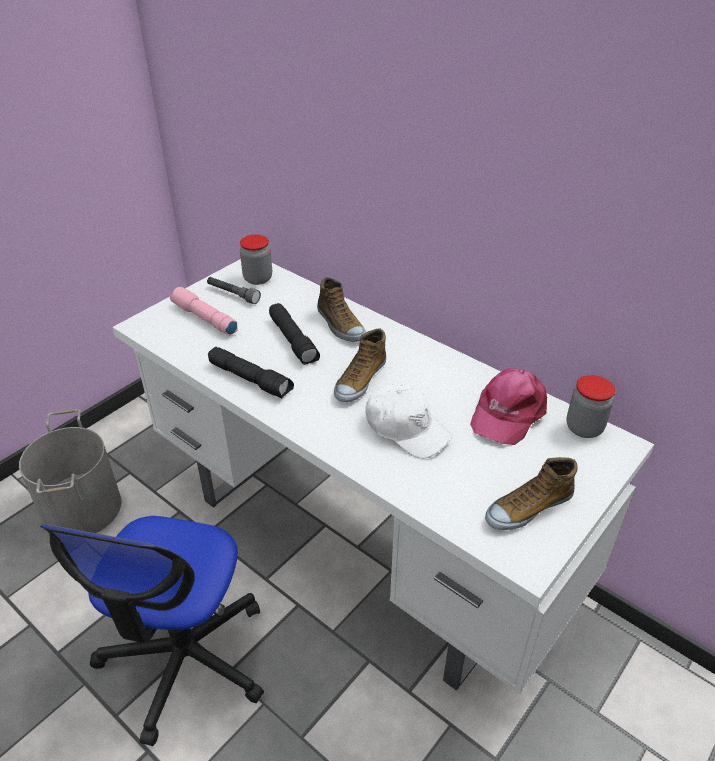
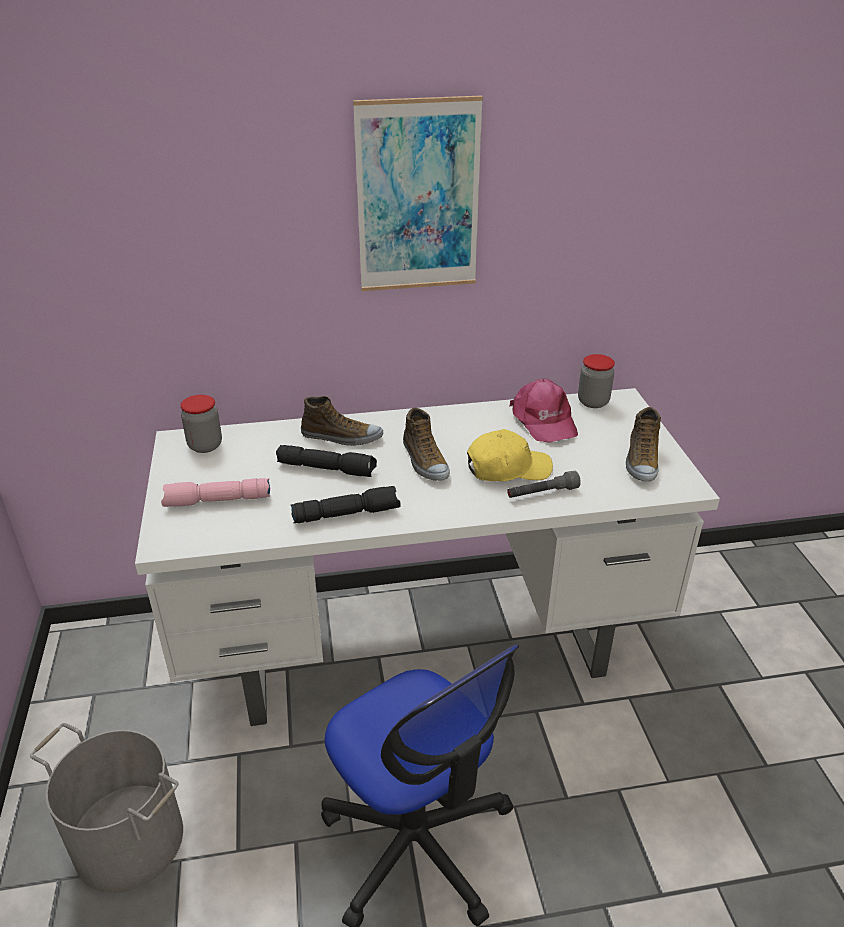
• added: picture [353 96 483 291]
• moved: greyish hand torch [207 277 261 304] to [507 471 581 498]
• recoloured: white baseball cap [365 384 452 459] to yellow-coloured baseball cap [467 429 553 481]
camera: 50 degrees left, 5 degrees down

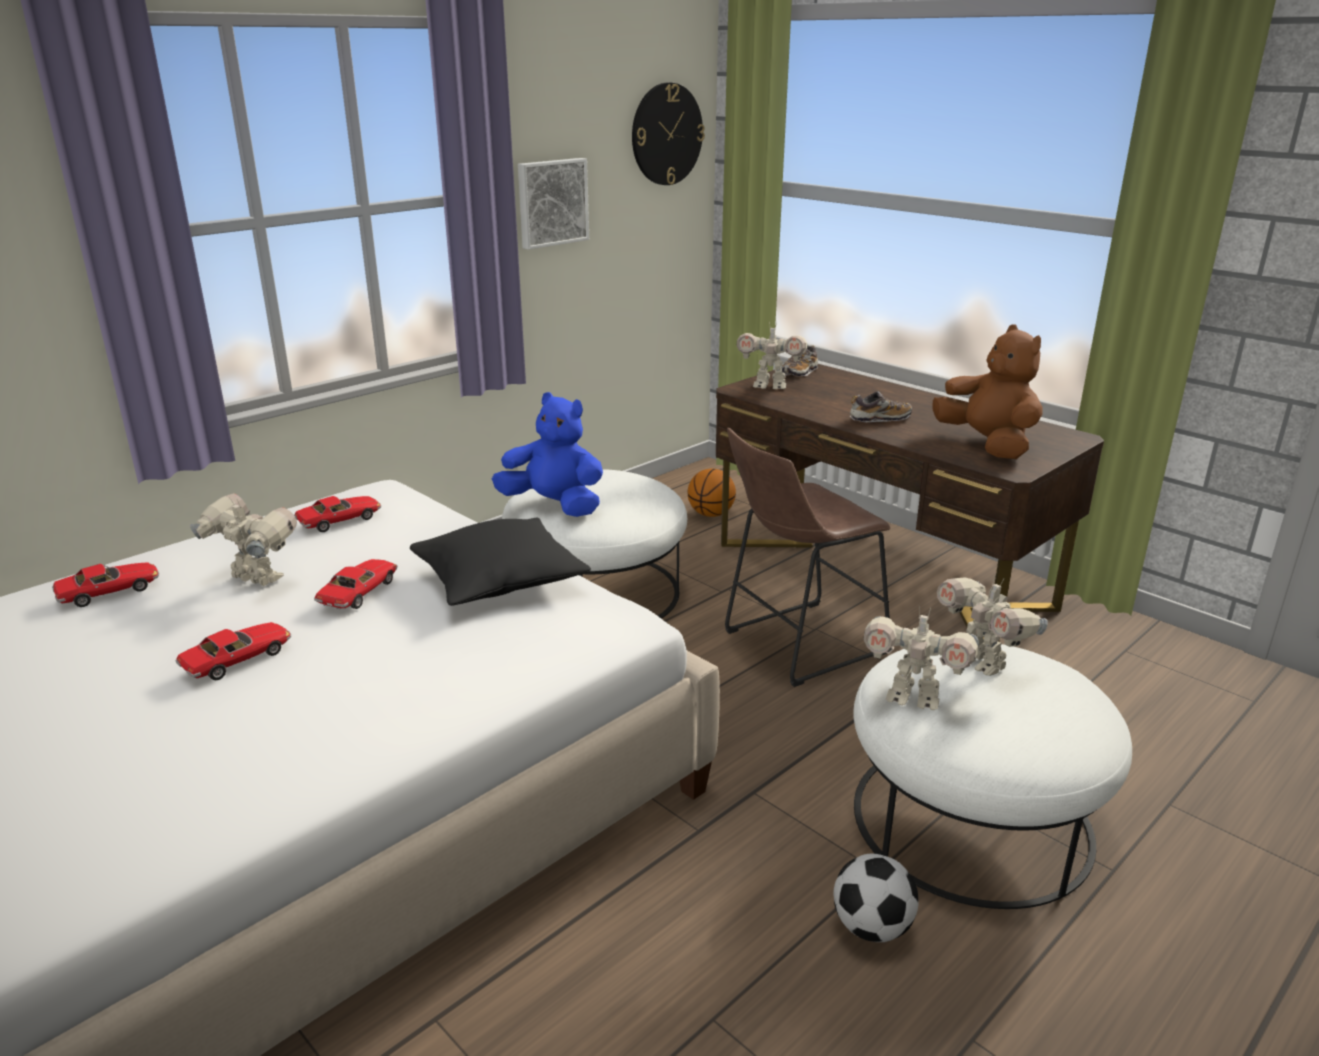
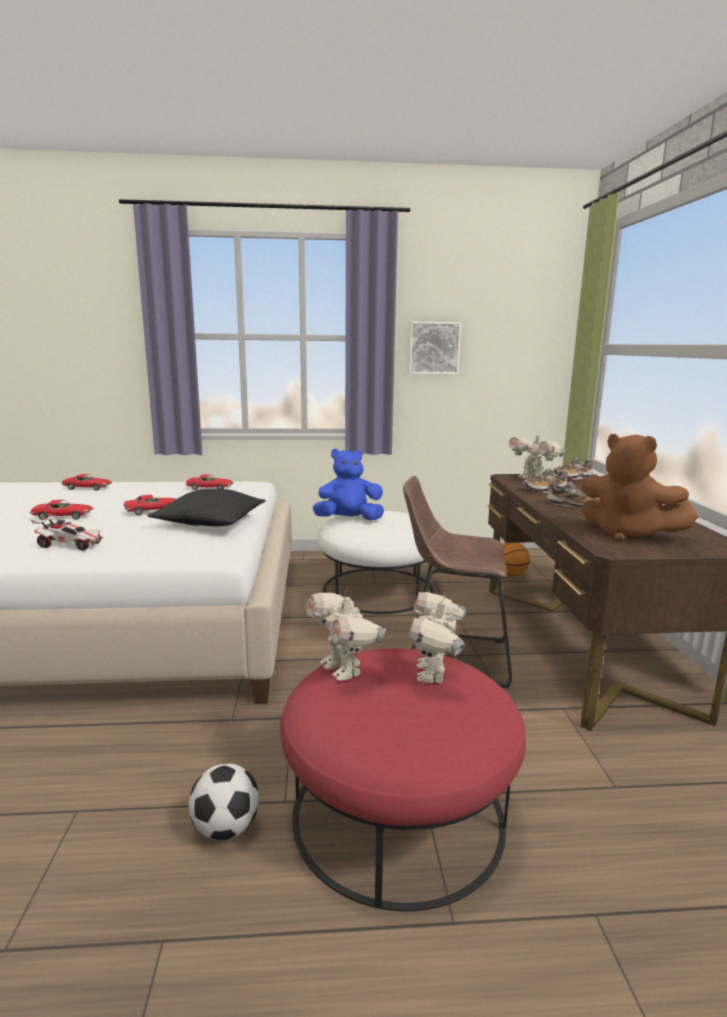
• removed: robot figure [190 493 297 586]
• removed: clock on the wall [632 82 705 185]
• added: miniature car [31 514 103 551]
• added: shoe [523 468 568 493]
• recoloured: white ottoman [853 644 1132 909] to reddish ottoman [280 648 526 912]
• turned: bluish soft toy [492 392 603 517] = [312 449 384 520] 75 degrees counterclockwise
• turned: brownish soft toy [932 325 1043 459] = [581 434 699 542] 120 degrees clockwise
camera: 40 degrees right, 10 degrees down

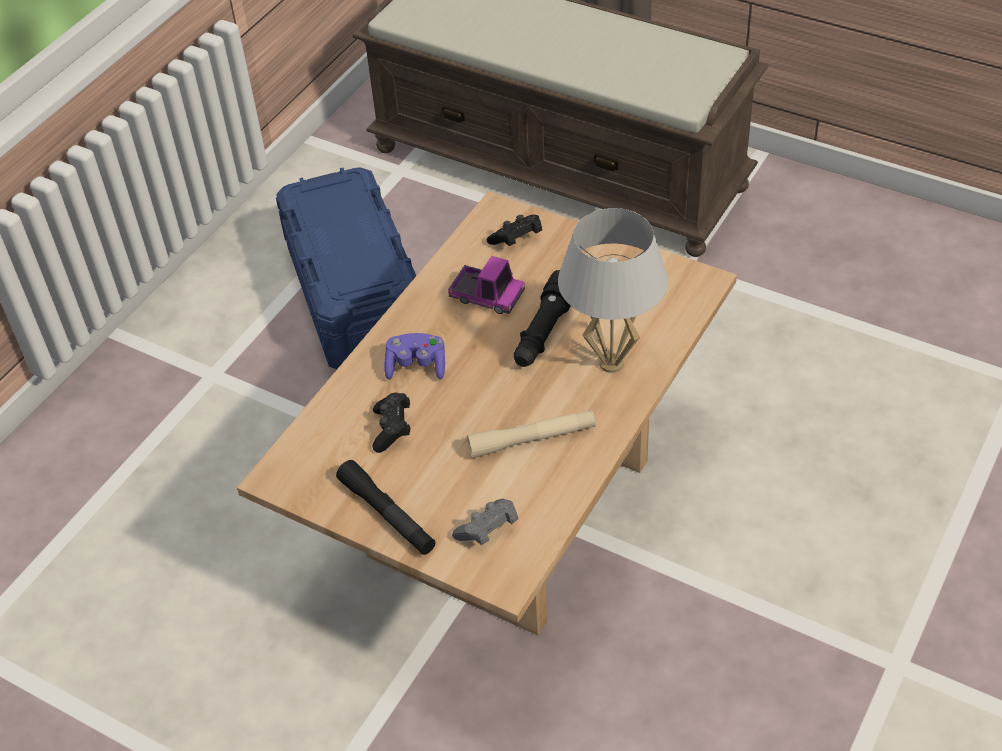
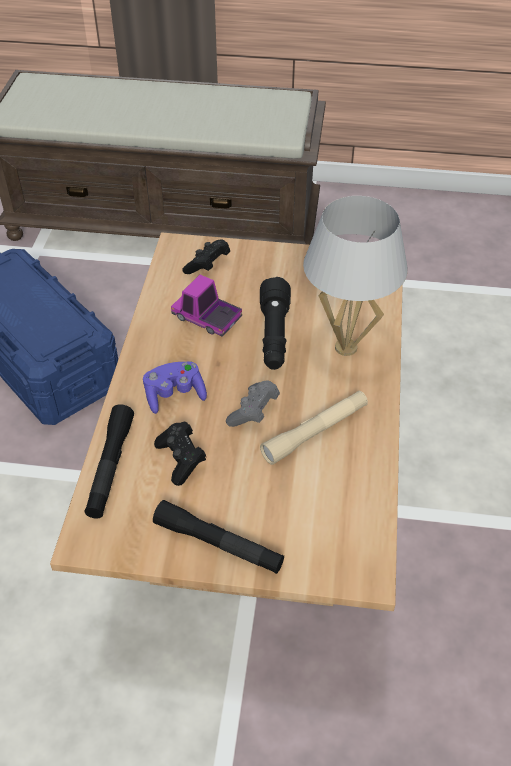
• added: black-coloured hand torch [85 404 134 519]
• moved: greyish game controller [452 499 518 545] to [226 381 280 427]
• turned: model truck [448 256 525 314] = [171 275 242 337] 150 degrees counterclockwise
camera: 25 degrees left, 0 degrees up

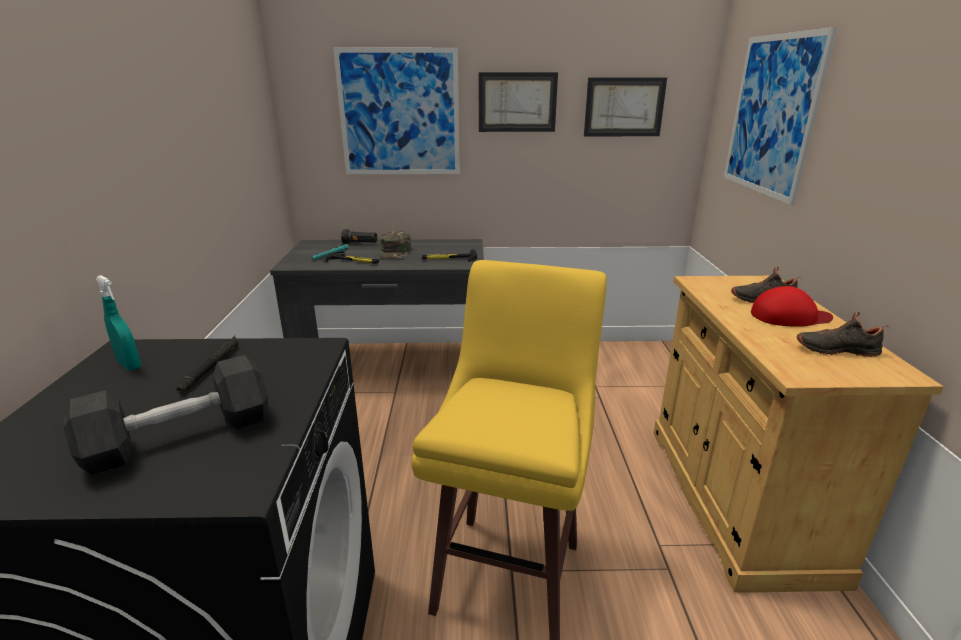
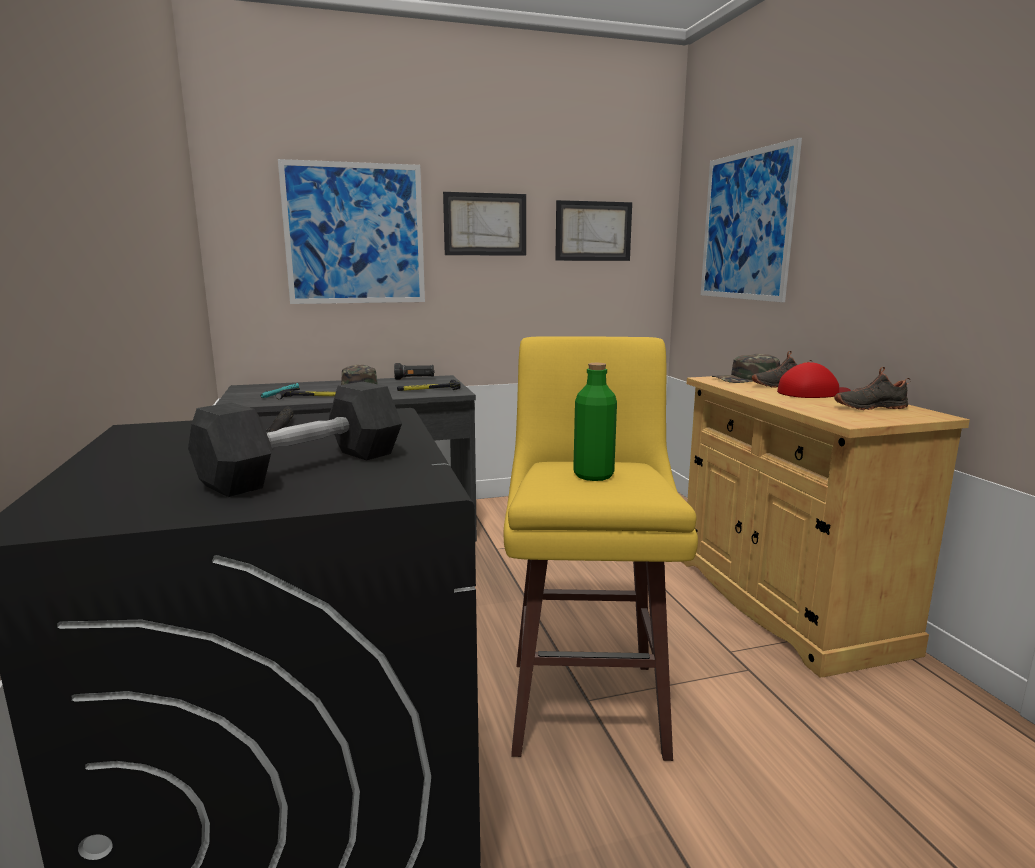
• removed: turquoise-coloured hand sprayer [96 275 141 371]
• added: greenish drink bottle [573 363 617 481]
• added: greenish baseball cap [712 354 780 383]
• moved: black-coloured hand torch [341 229 377 244] to [394 363 434 380]
camera: 15 degrees left, 10 degrees down

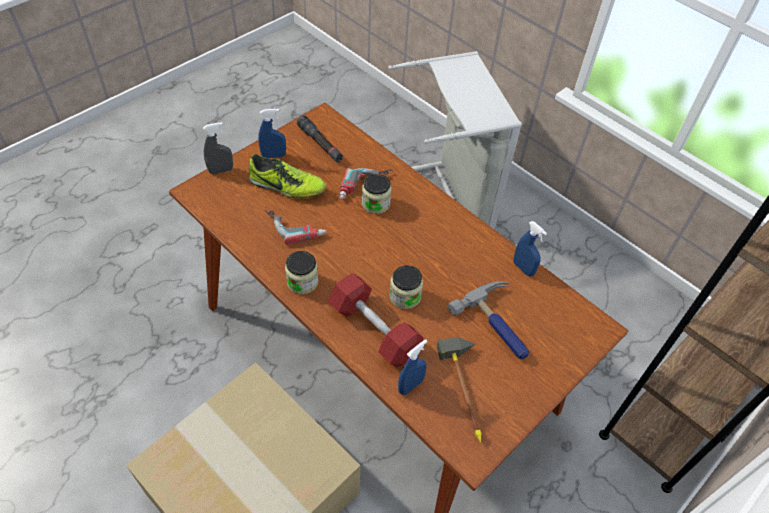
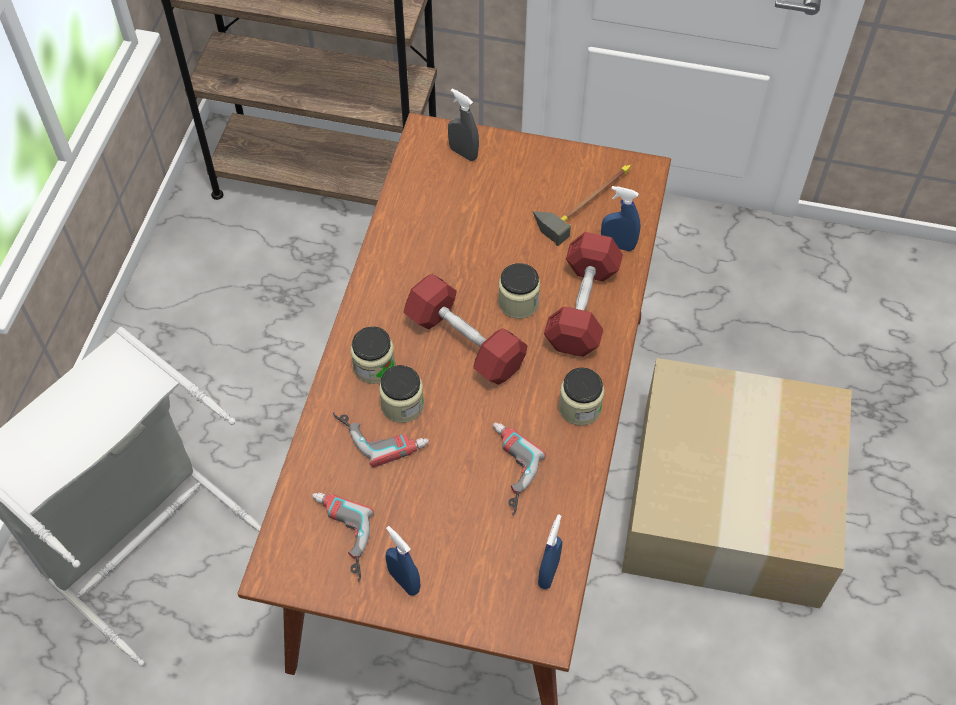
• removed: shoe [249 154 326 199]
• removed: hand hammer [448 281 529 359]
• added: jar [351 326 395 384]
• added: reddish free weight [403 274 528 385]
• moved: greyish hand sprayer [203 122 233 174] to [448 89 479 161]
• moved: bluish hand sprayer [514 221 547 276] to [538 515 562 589]
• replaced: black-coloured hand torch [297 115 343 162] to power drill [312 492 374 582]
camera: 120 degrees left, 5 degrees up

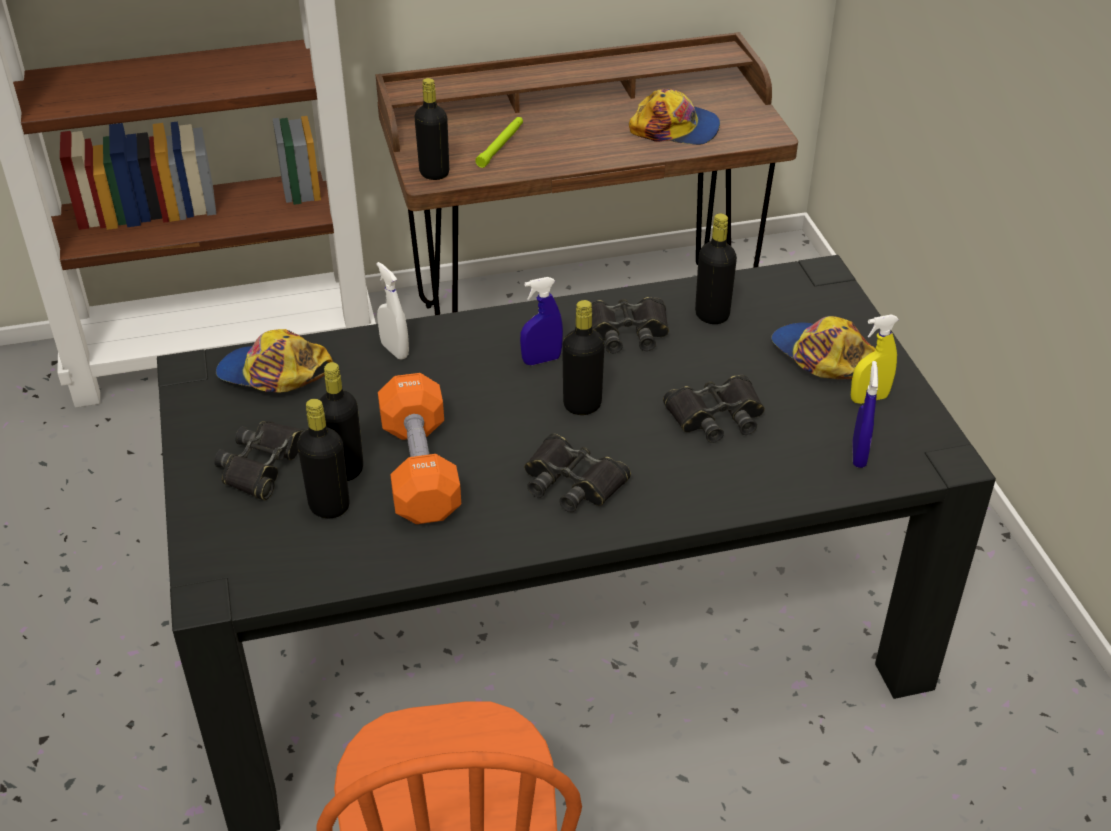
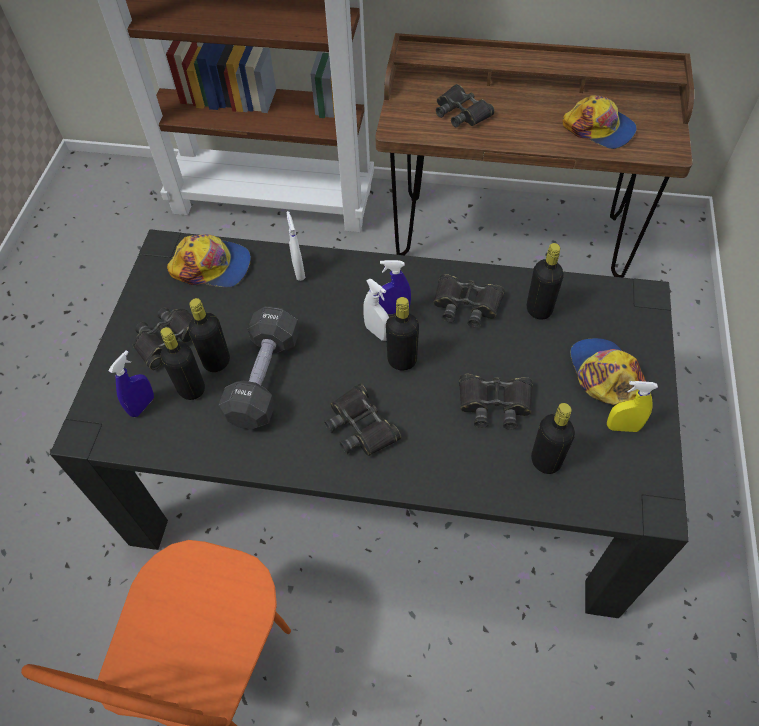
• added: white hand sprayer [363 279 389 341]
• moved: black-coloured drink bottle [414 78 449 180] to [531 403 575 474]
• moved: bluish hand sprayer [852 361 878 468] to [109 350 154 417]
• replaced: greenish hand torch [475 117 523 168] to black-coloured pair of binoculars [436 84 495 127]
• recoloured: orange-coloured free weight [378 373 461 524] to black-coloured free weight [219 306 300 430]
• turned: baseball cap [216 329 333 392] = [167 234 251 287] 150 degrees clockwise
camera: 25 degrees right, 15 degrees up

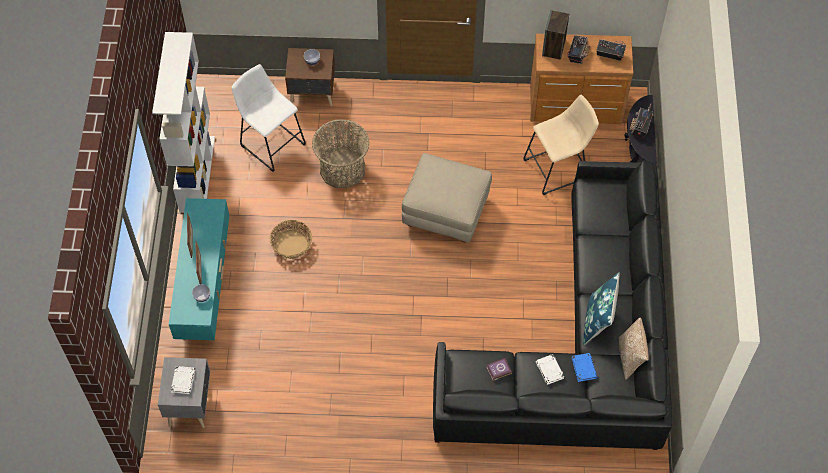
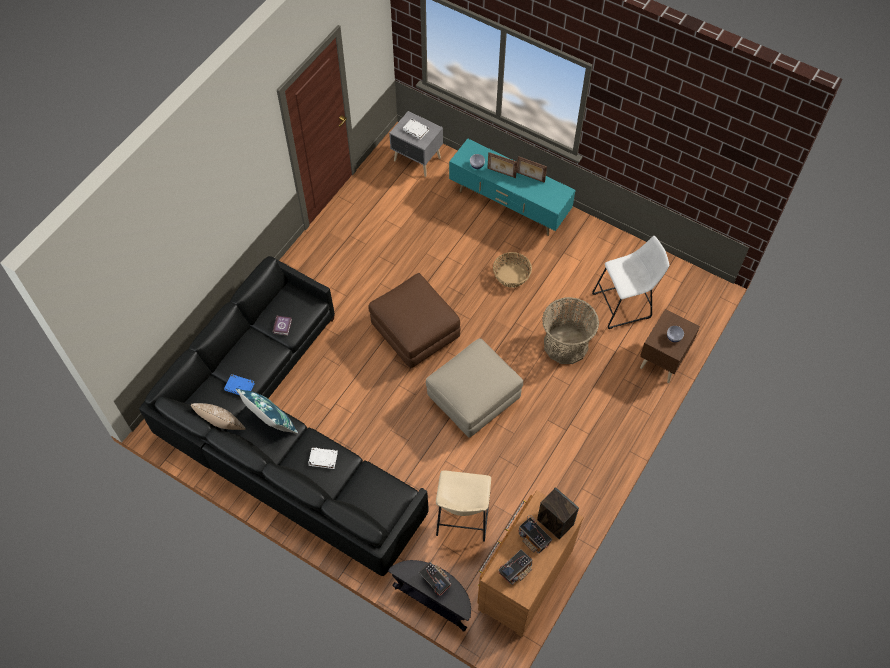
• removed: white shelving unit [152 32 215 213]
• added: brownish ottoman [368 273 461 368]
• moved: white book [535 354 564 385] to [308 447 338 469]
camera: 120 degrees right, 0 degrees up

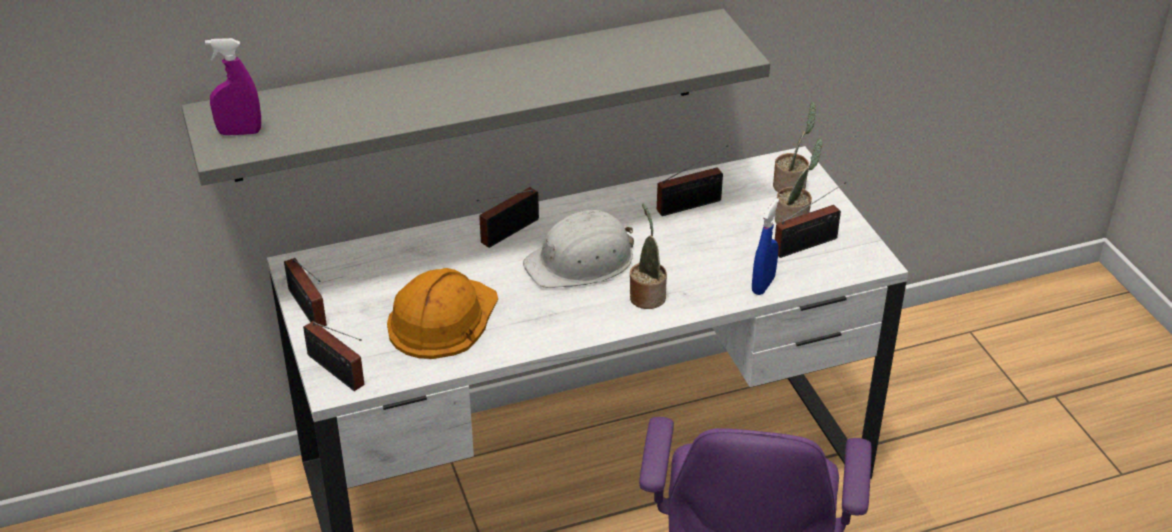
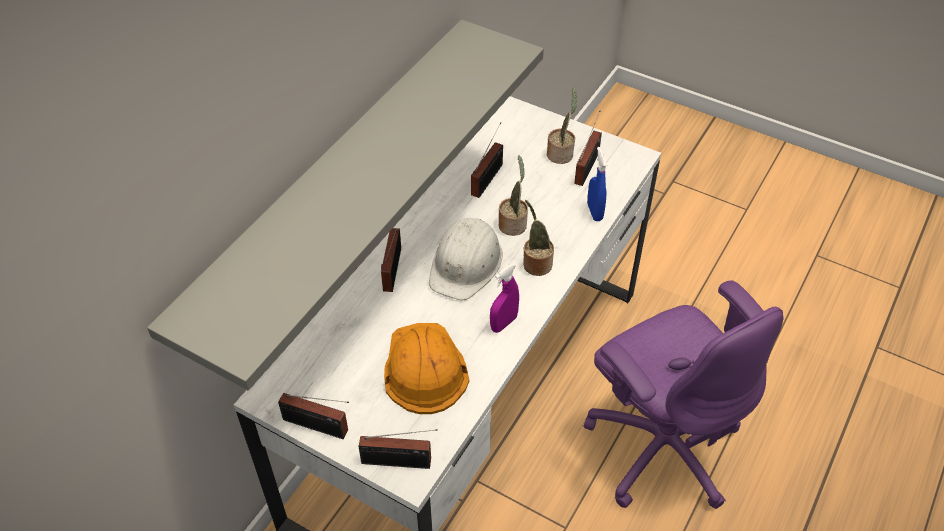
• moved: purple hand sprayer [205 38 261 136] to [490 263 519 333]
• moved: houseplant [773 102 816 192] to [499 155 528 236]
camera: 40 degrees left, 10 degrees up

